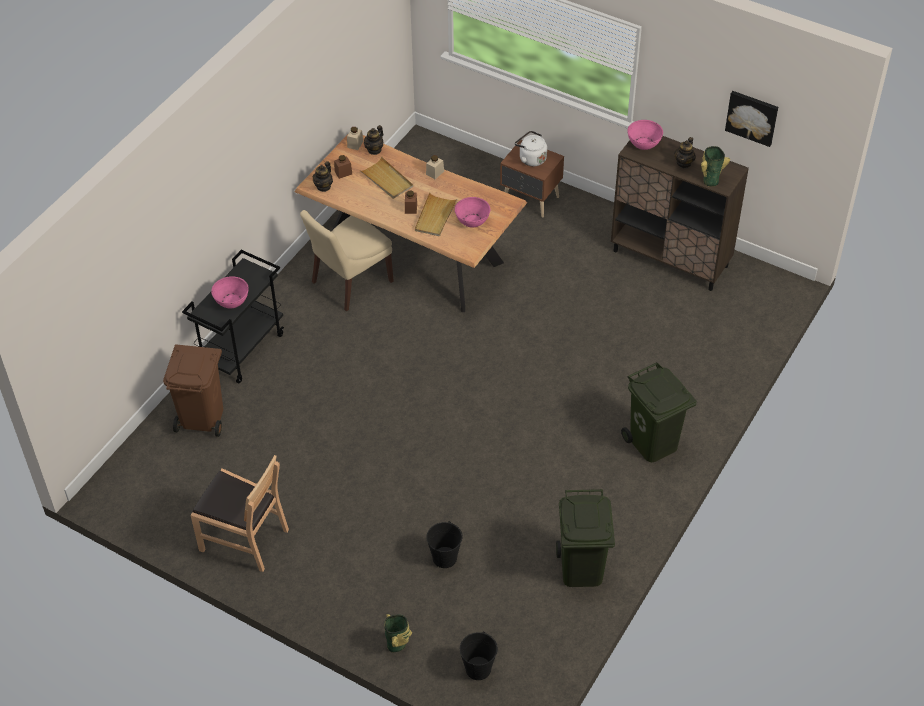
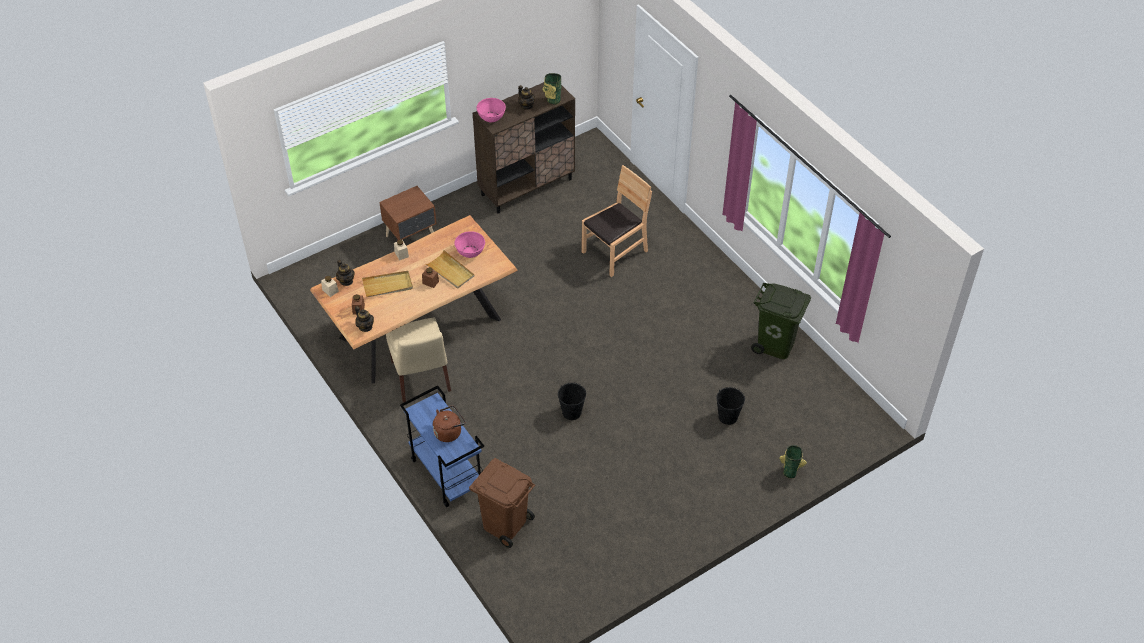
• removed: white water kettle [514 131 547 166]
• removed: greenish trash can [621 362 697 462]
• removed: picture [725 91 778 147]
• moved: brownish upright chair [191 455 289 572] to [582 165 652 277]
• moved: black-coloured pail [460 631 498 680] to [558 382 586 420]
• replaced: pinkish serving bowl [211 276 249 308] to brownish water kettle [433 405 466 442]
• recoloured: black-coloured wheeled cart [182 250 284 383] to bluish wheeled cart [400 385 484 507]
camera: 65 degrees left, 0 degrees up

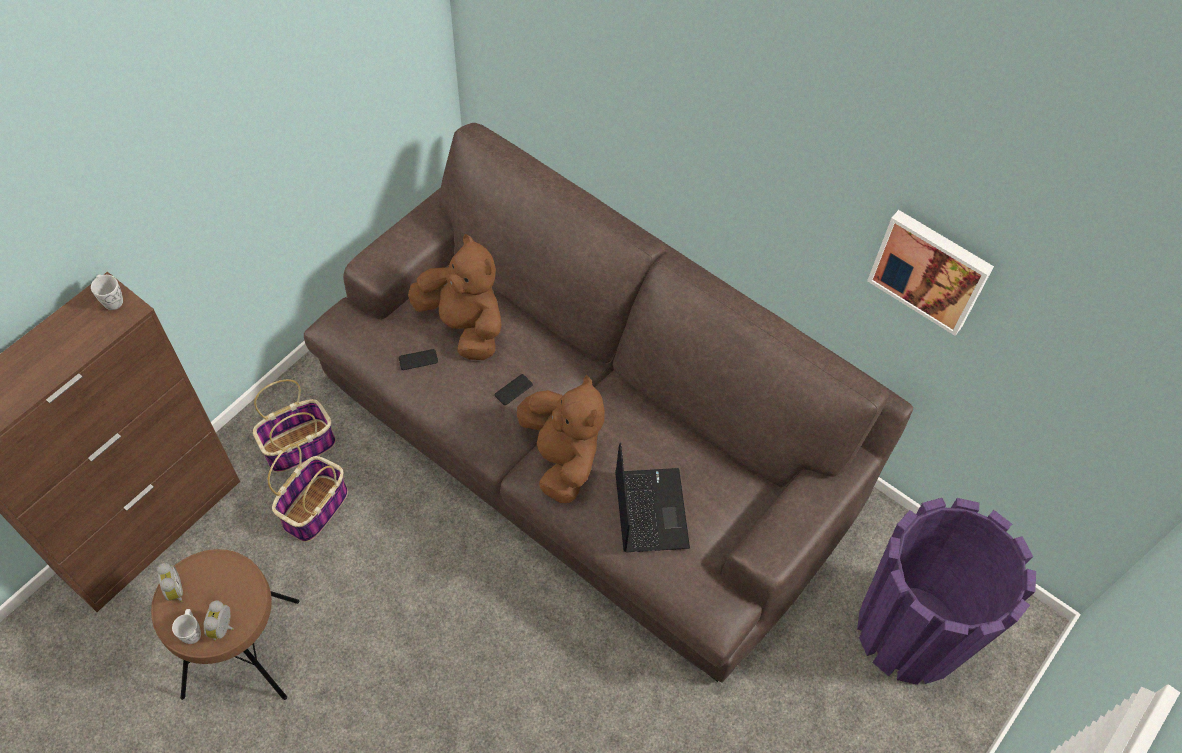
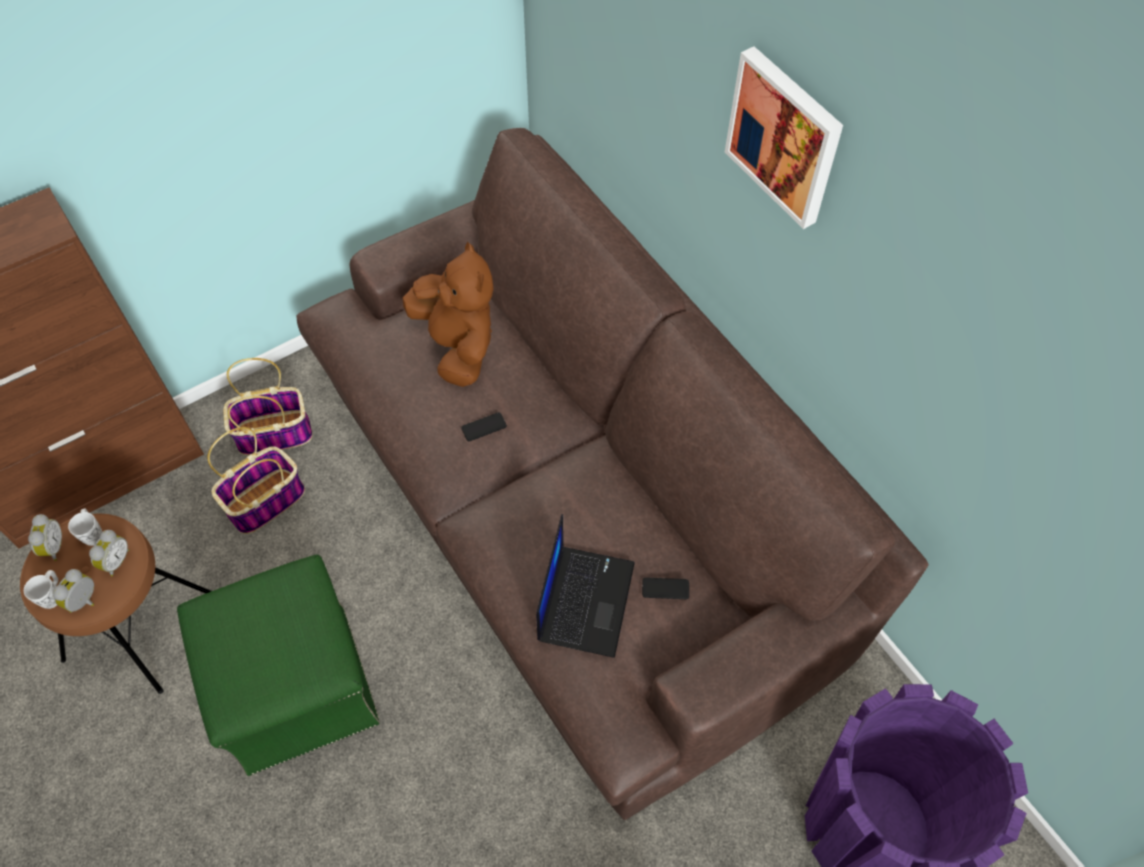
• removed: brownish soft toy [517 375 605 503]
• added: table clock [89 530 130 577]
• added: greenish ottoman [177 555 380 776]
• moved: white mug [91 275 123 310] to [68 509 102 546]
• moved: telephone [399 349 438 370] to [642 577 689 599]
• moved: picture [867 210 994 336] to [725 46 843 229]
camera: 20 degrees right, 0 degrees up

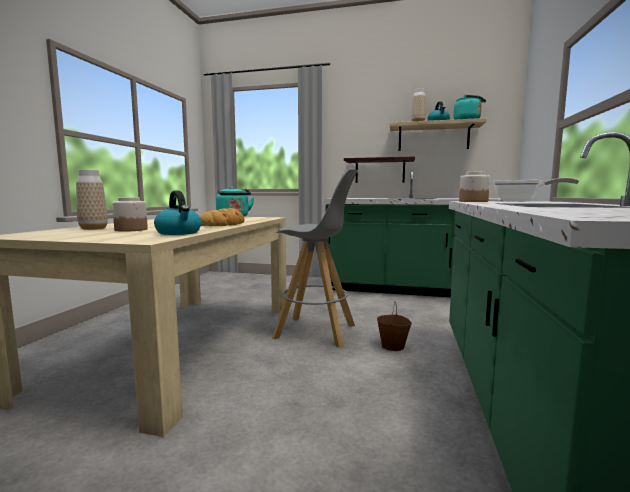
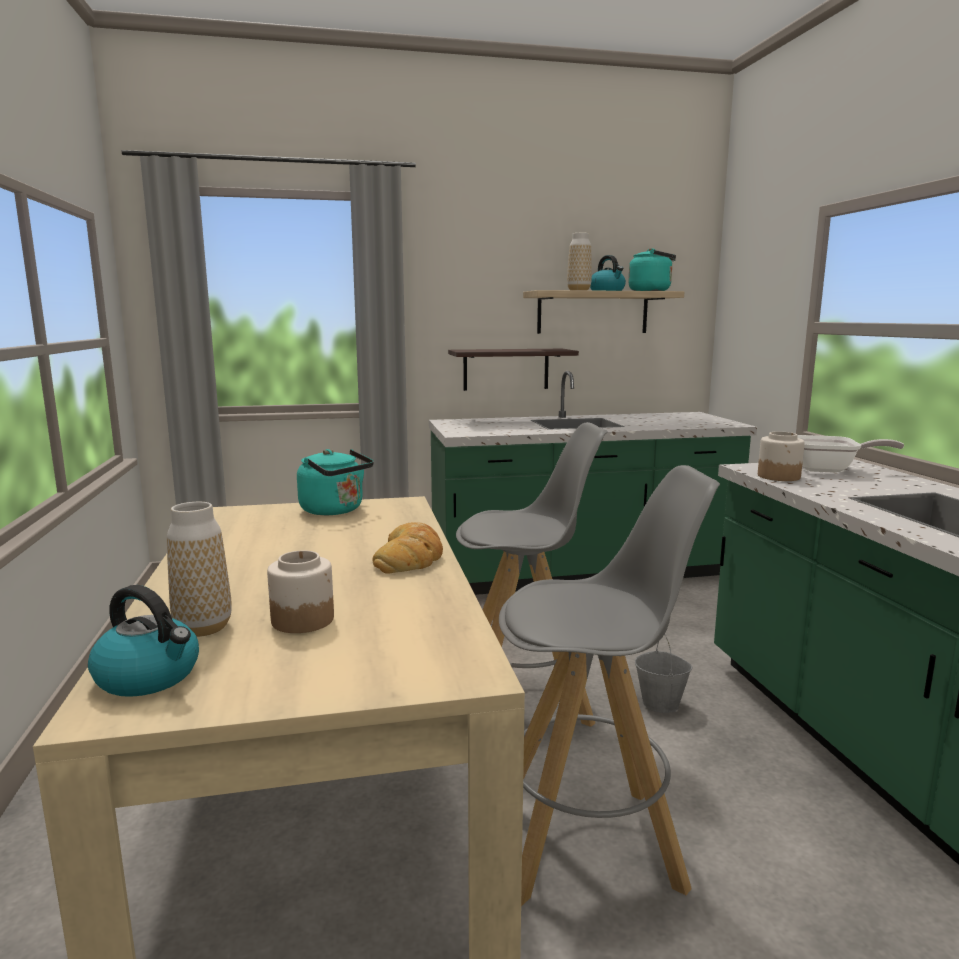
• added: greyish stool [499 465 720 906]
• moved: water kettle [154 191 201 235] to [88 585 199 697]
• recoloured: brownish pail [377 301 412 351] to greyish pail [635 634 693 713]
camera: 25 degrees left, 5 degrees up

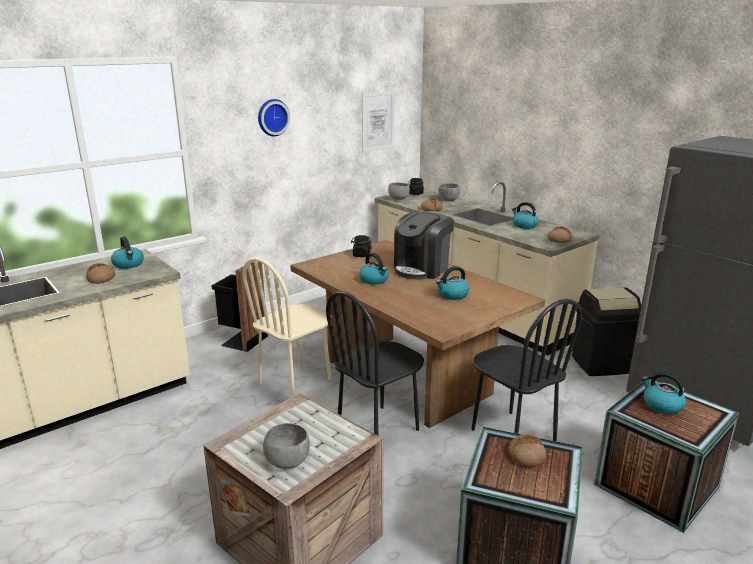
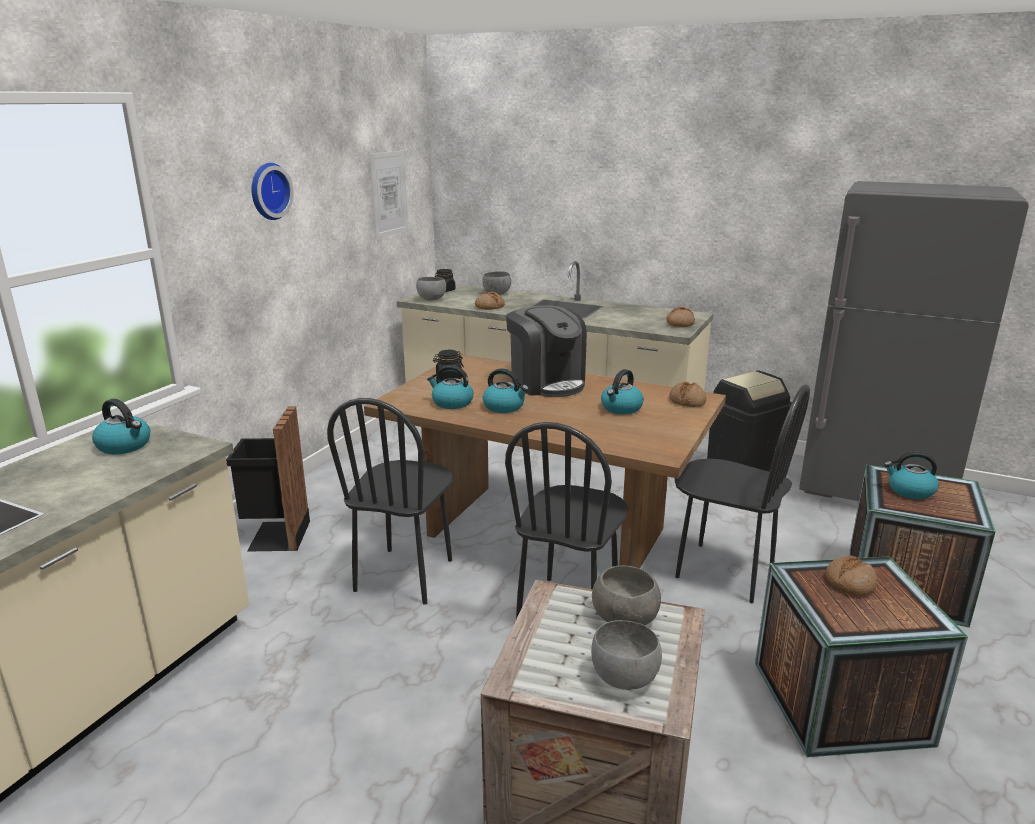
• added: greyish serving bowl [592 565 661 625]
• moved: baked bread [86 263 116 284] to [669 382 706 407]
• moved: water kettle [512 202 539 229] to [427 365 473 409]
• recoloured: beige upright chair [243 257 332 397] to black-coloured upright chair [327 398 453 605]
• turned: coffee machine [394 212 454 280] = [506 305 587 397] 45 degrees counterclockwise
camera: 25 degrees left, 0 degrees up

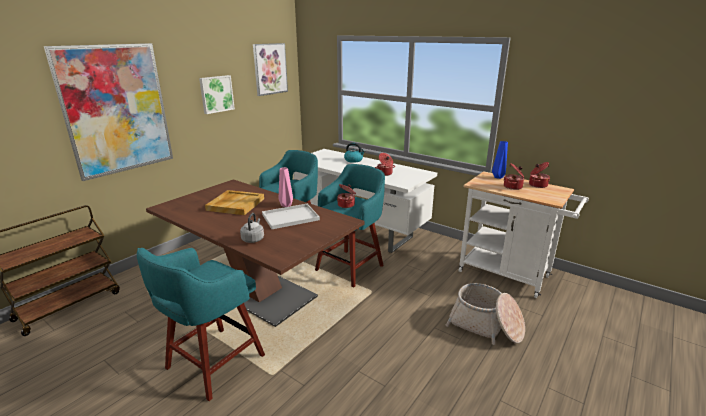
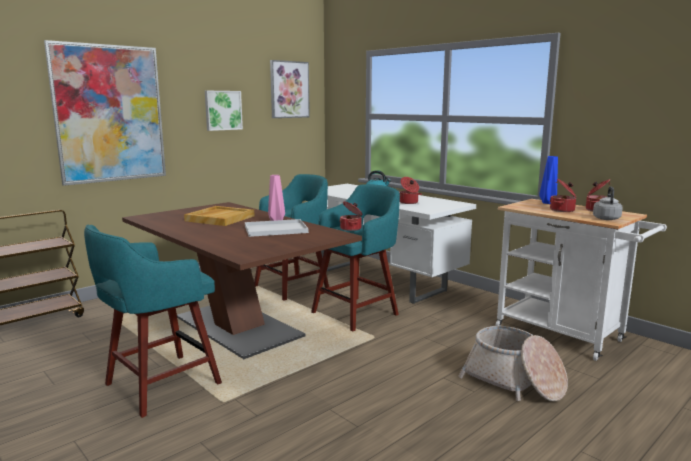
• moved: greyish water kettle [240 213 264 243] to [593 186 623 220]
camera: 10 degrees right, 10 degrees down

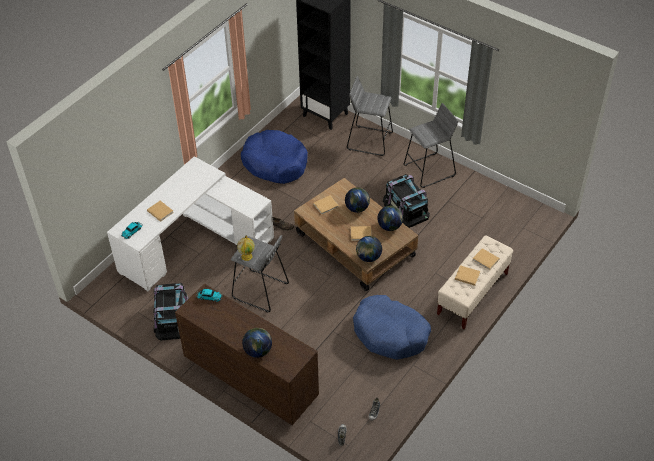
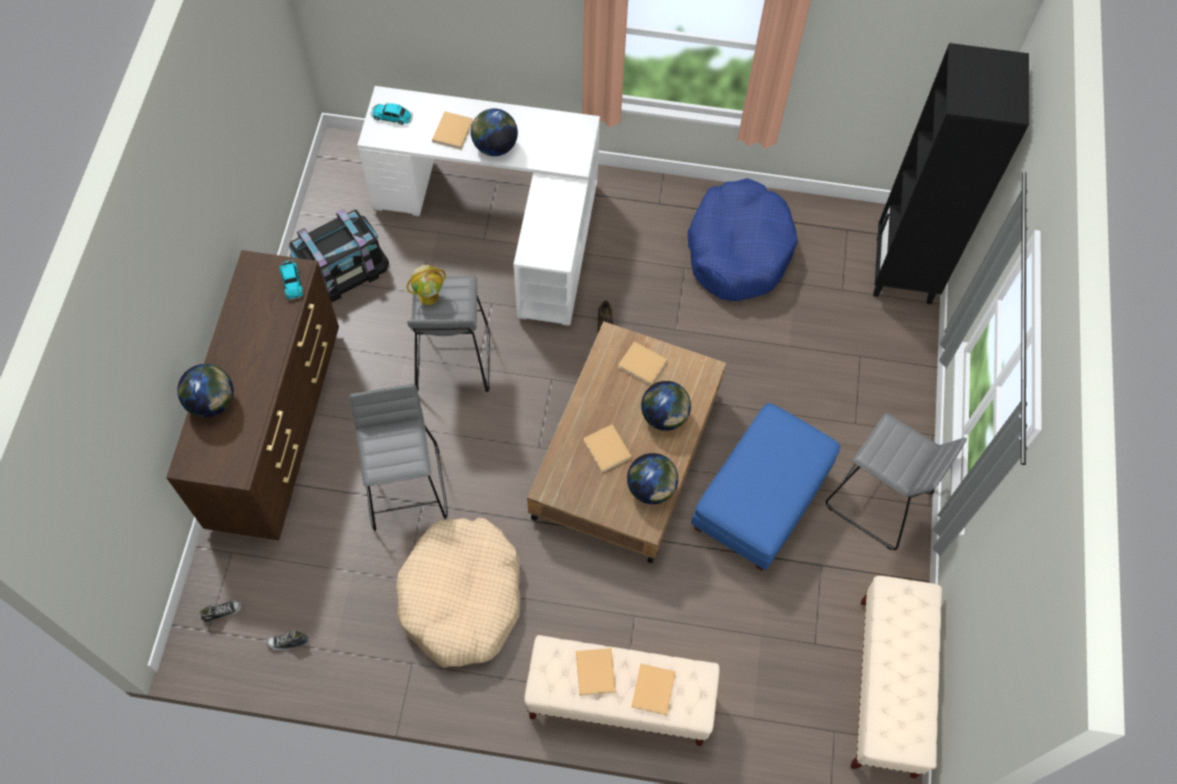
• added: beige indoor bench [851 576 942 779]
• moved: greyish stool [347 76 393 156] to [349 384 448 531]
• moved: world globe [356 236 382 262] to [471 108 518 156]
• replaced: black-coloured storage bin [383 174 430 228] to bluish ottoman [691 403 840 571]
• recoloured: bluish dog cushion [353 295 431 360] to beige dog cushion [396 517 520 668]
camera: 60 degrees right, 15 degrees up

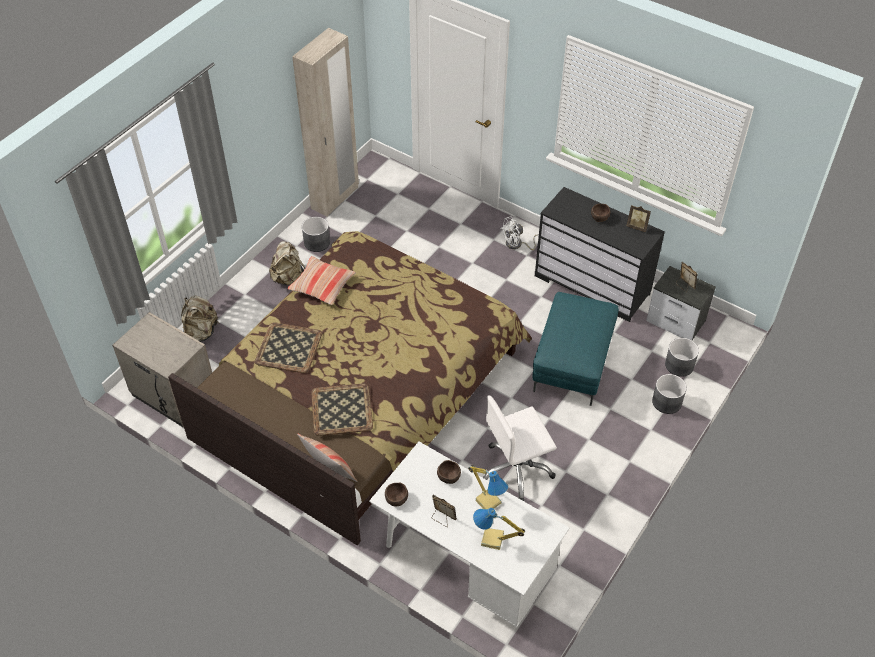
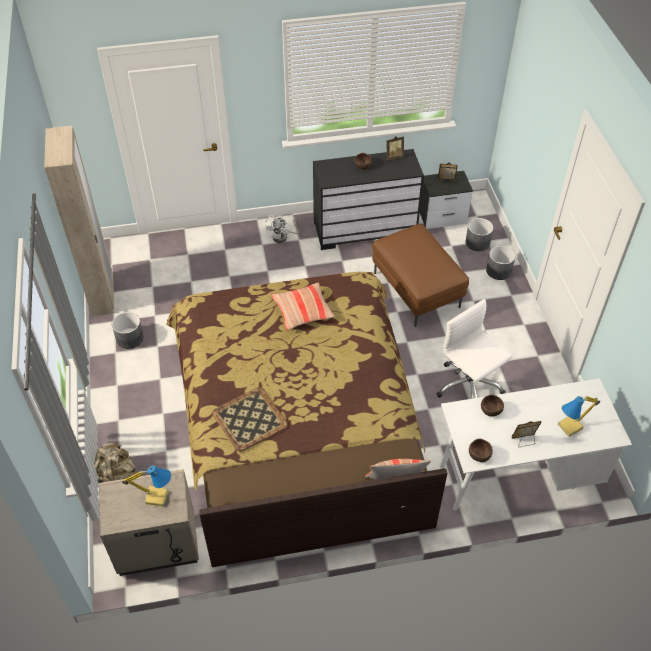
• removed: beige rucksack [269 241 305 285]
• removed: carrying tray [312 383 373 436]
• moved: throw pillow [287 256 356 305] to [271 283 335 330]
• moved: lamp for a table [468 465 508 509] to [122 465 171 507]
• recoloured: turquoise-coloured ottoman [533 292 619 406] to brownish ottoman [372 224 469 327]
• turned: white office chair [483 395 557 501] = [436 299 513 399] 120 degrees clockwise
camera: 45 degrees left, 0 degrees up

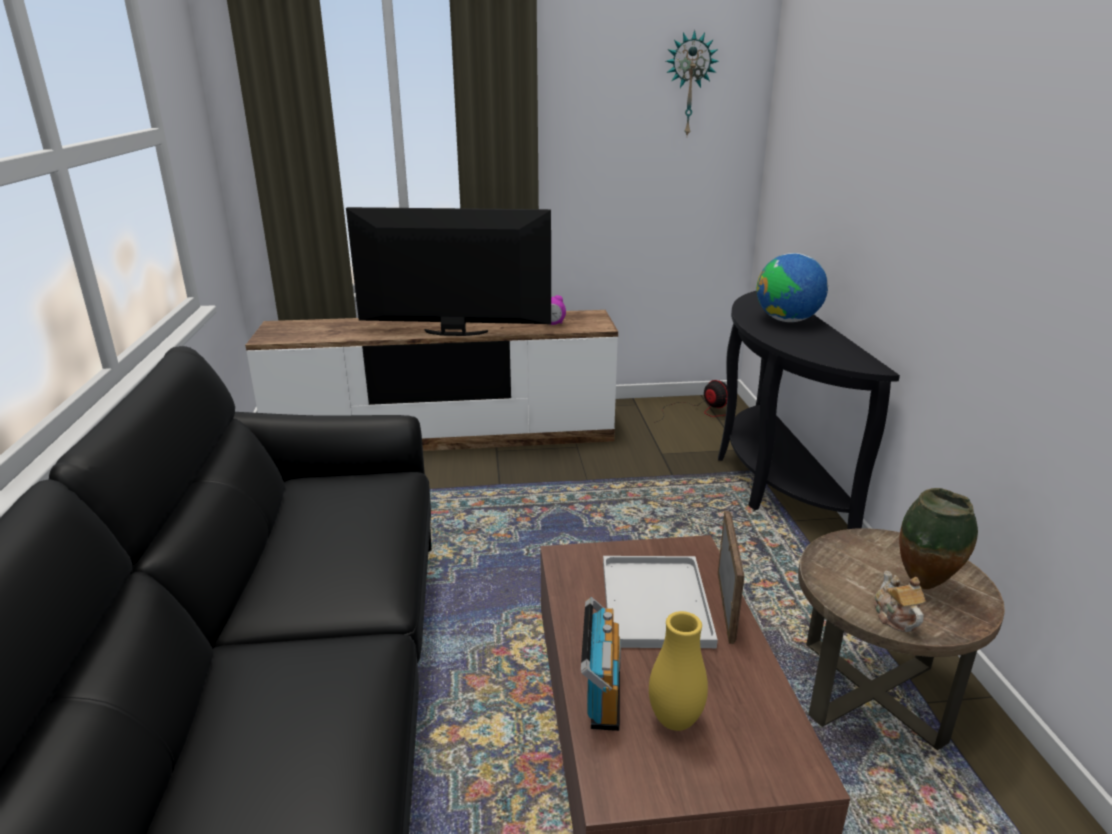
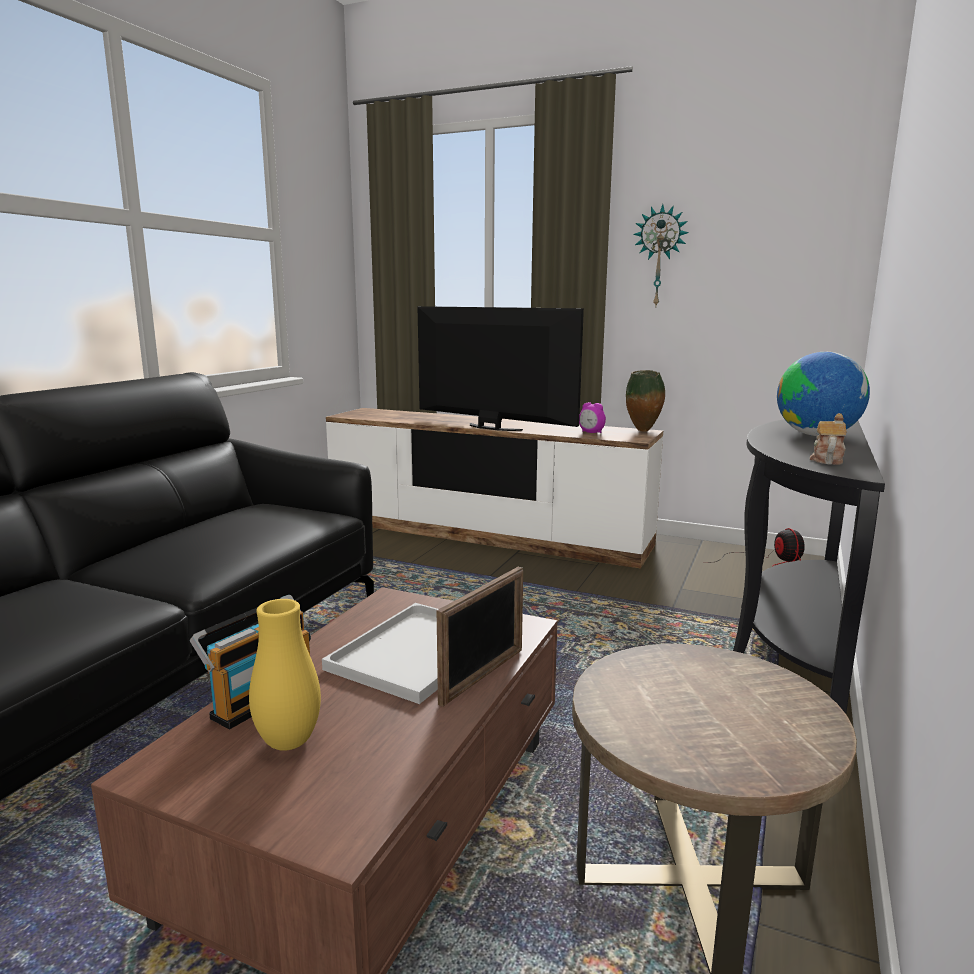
• moved: clock on the wall [666 30 719 135] to [633 204 689 306]
• moved: teapot [874 571 926 632] to [810 413 846 465]
• moved: vase [899 488 978 589] to [626 370 665 432]
camera: 30 degrees right, 10 degrees down

